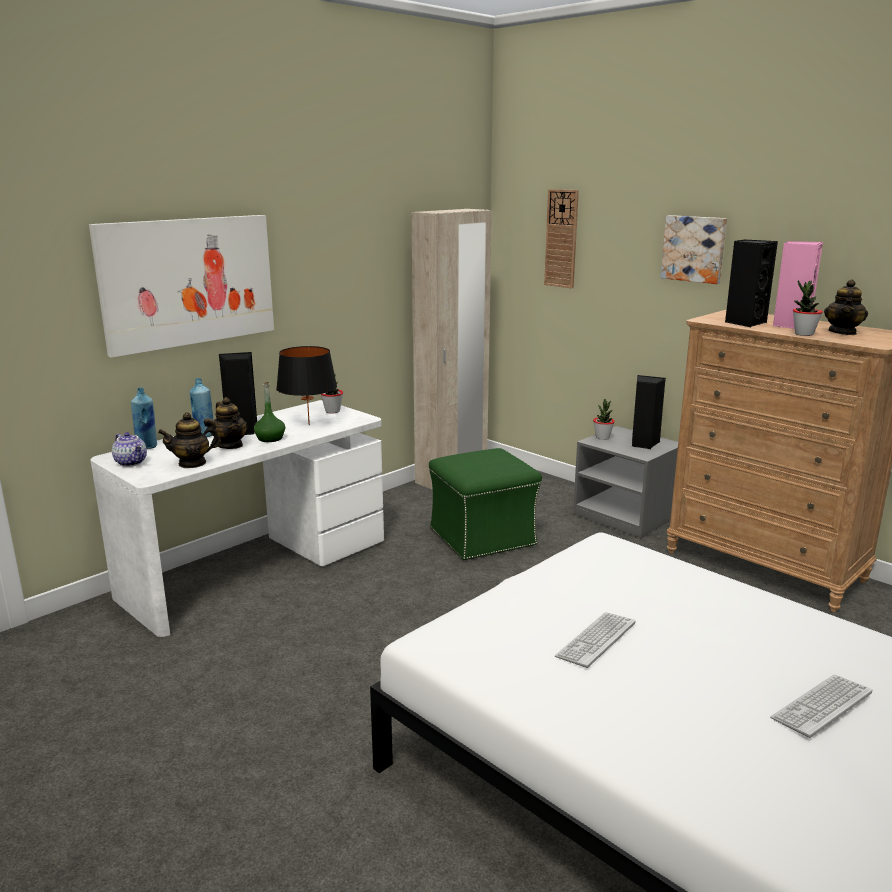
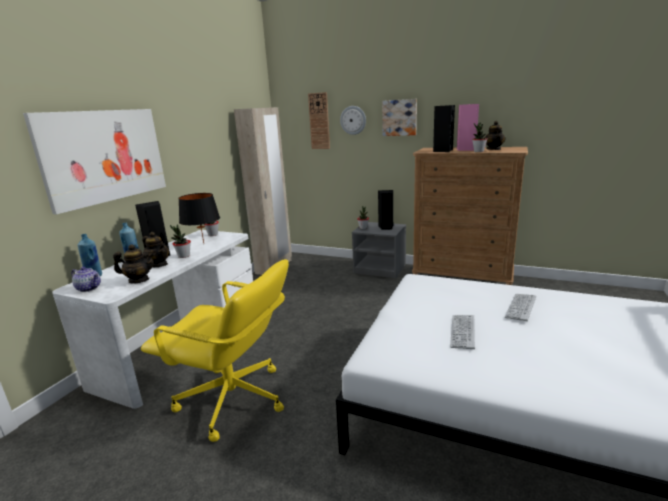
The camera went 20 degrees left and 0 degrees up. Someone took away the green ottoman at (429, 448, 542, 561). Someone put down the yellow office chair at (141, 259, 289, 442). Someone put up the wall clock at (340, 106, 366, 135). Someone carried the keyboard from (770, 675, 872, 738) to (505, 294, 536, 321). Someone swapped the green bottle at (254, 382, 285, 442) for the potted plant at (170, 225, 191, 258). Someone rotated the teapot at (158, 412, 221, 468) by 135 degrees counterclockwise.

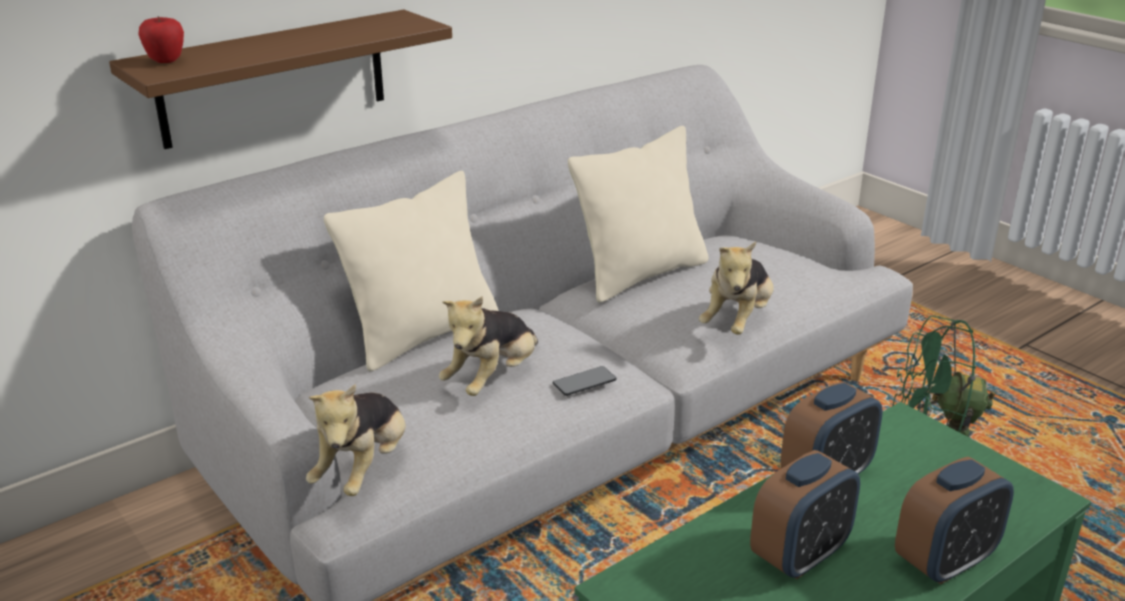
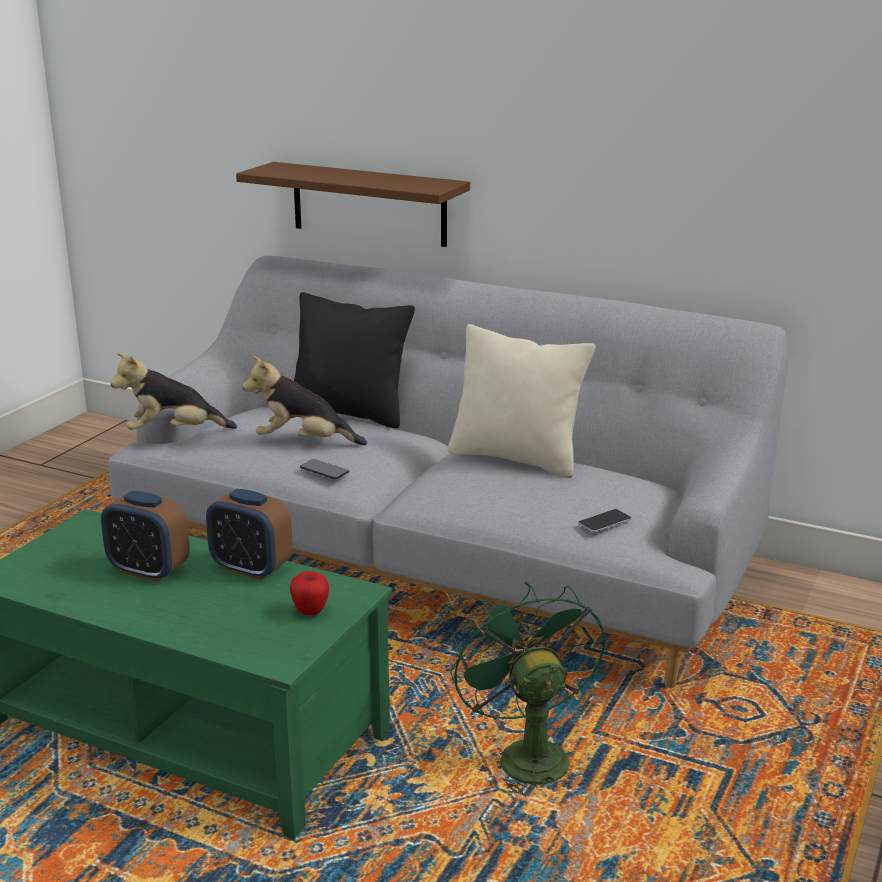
The camera went 65 degrees right and 5 degrees down. Someone took away the plush toy at (699, 242, 774, 335). Someone took away the alarm clock at (895, 457, 1014, 584). Someone put down the phone at (578, 509, 632, 532). Someone carried the apple from (138, 16, 184, 63) to (290, 571, 329, 615). Someone repainted the beige pillow at (324, 171, 499, 371), which became the black pillow at (294, 292, 415, 428).

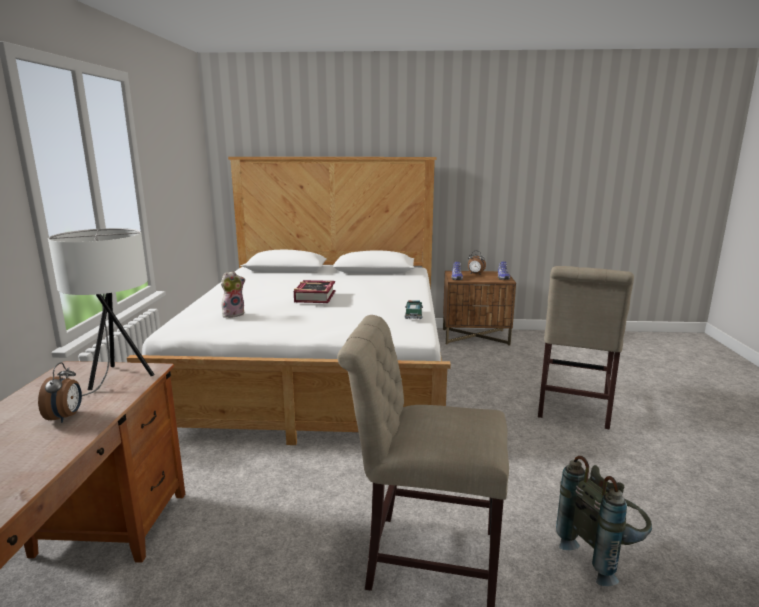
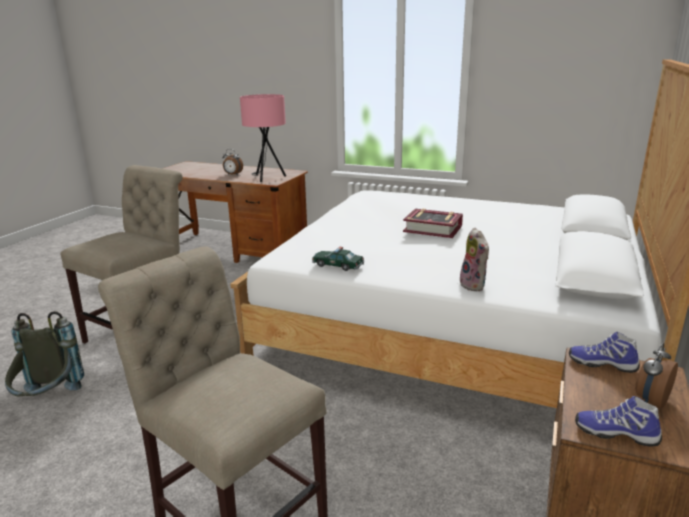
The camera went 110 degrees right and 5 degrees up. Someone carried the plush toy from (221, 271, 245, 318) to (460, 228, 489, 291). Someone repainted the white table lamp at (48, 228, 154, 396), which became the pink table lamp at (240, 94, 286, 182).

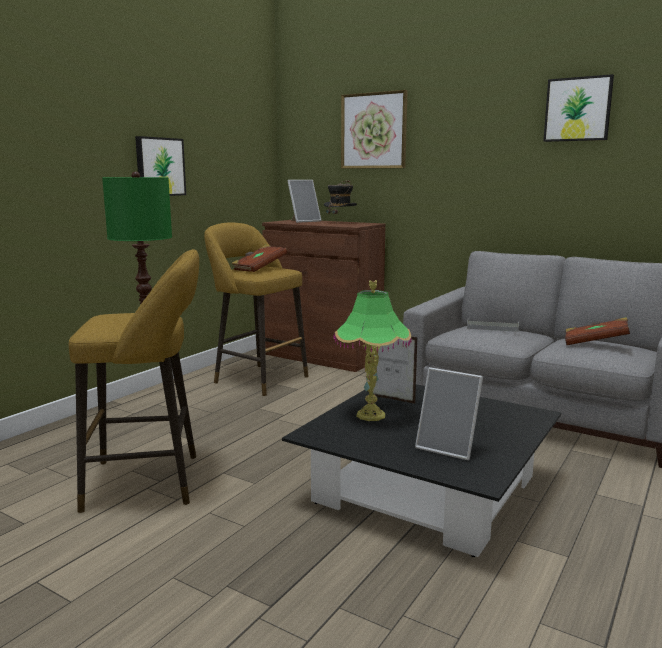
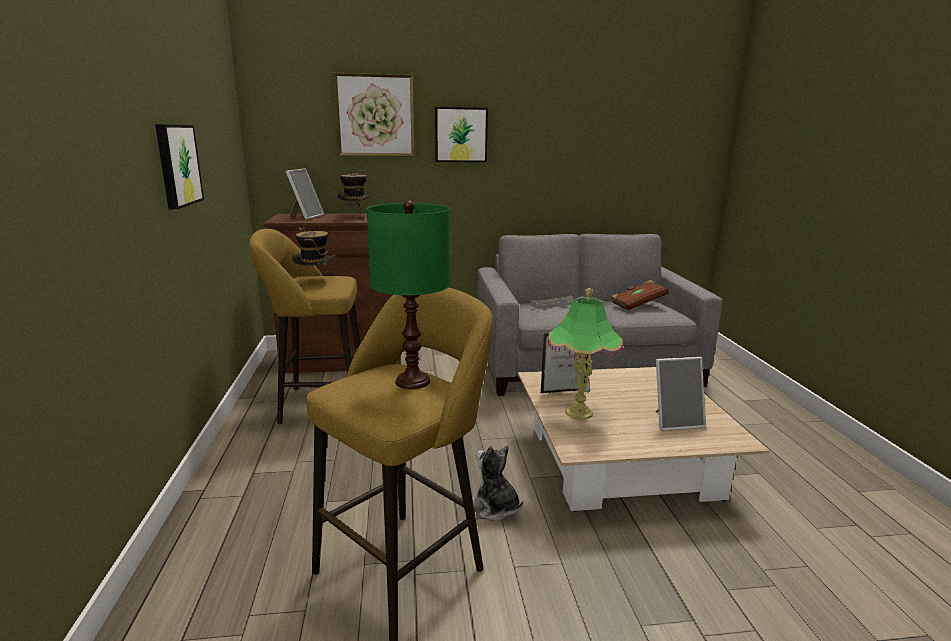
The camera went 40 degrees left and 5 degrees up. Someone put down the plush toy at (472, 445, 523, 521). Someone carried the picture from (543, 74, 614, 142) to (435, 107, 488, 162). Someone swapped the brown book at (232, 245, 288, 272) for the hat at (292, 227, 335, 276). Someone repainted the black coffee table at (282, 384, 561, 557), which became the beige coffee table at (518, 367, 770, 512).

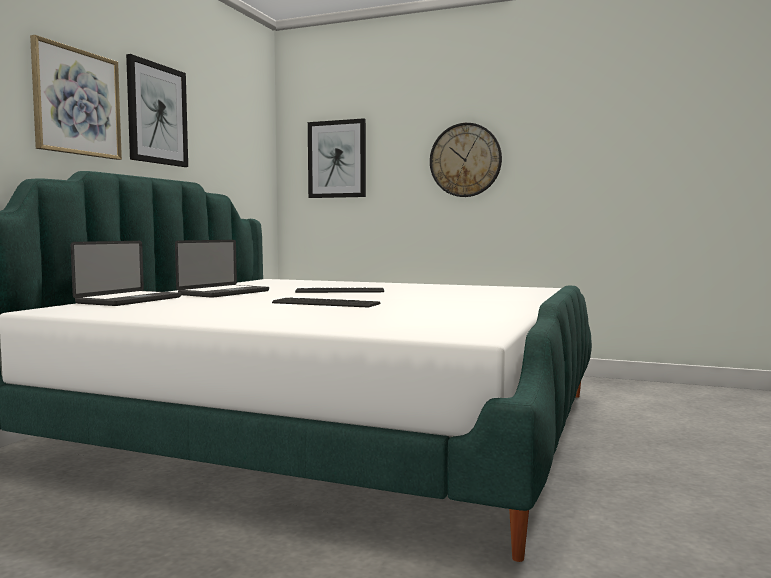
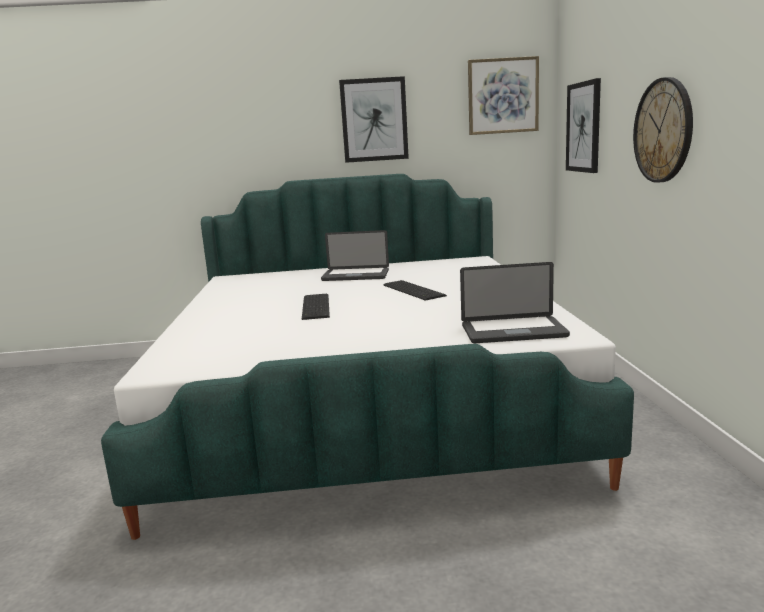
The camera went 65 degrees right and 10 degrees up. Someone carried the picture from (30, 35, 122, 160) to (468, 56, 539, 135). Someone carried the laptop from (71, 241, 181, 306) to (460, 262, 570, 343).

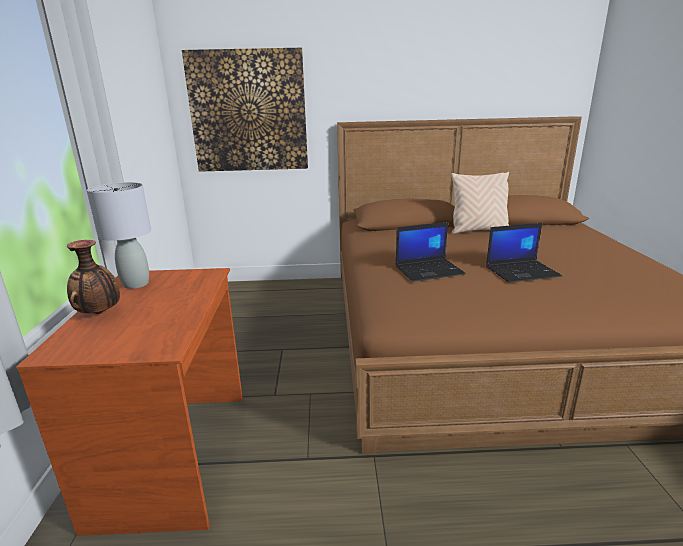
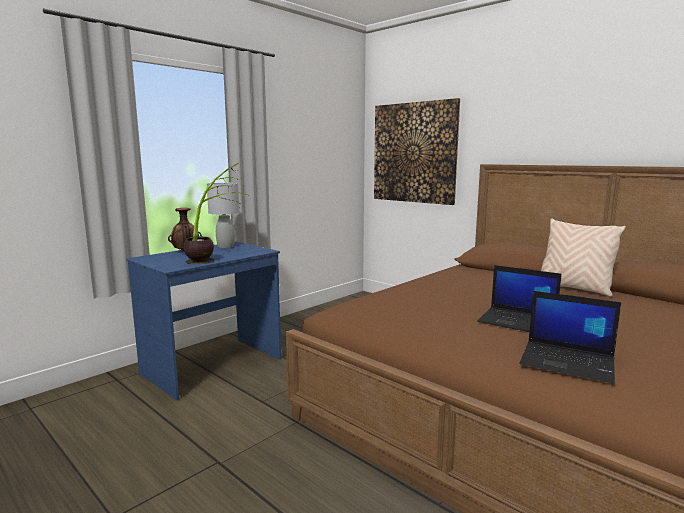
The camera went 45 degrees right and 10 degrees down. Someone put down the potted plant at (184, 163, 247, 264). Someone carried the laptop from (396, 222, 466, 282) to (519, 291, 621, 383). Someone repainted the brown desk at (16, 268, 243, 536), which became the blue desk at (126, 242, 281, 401).

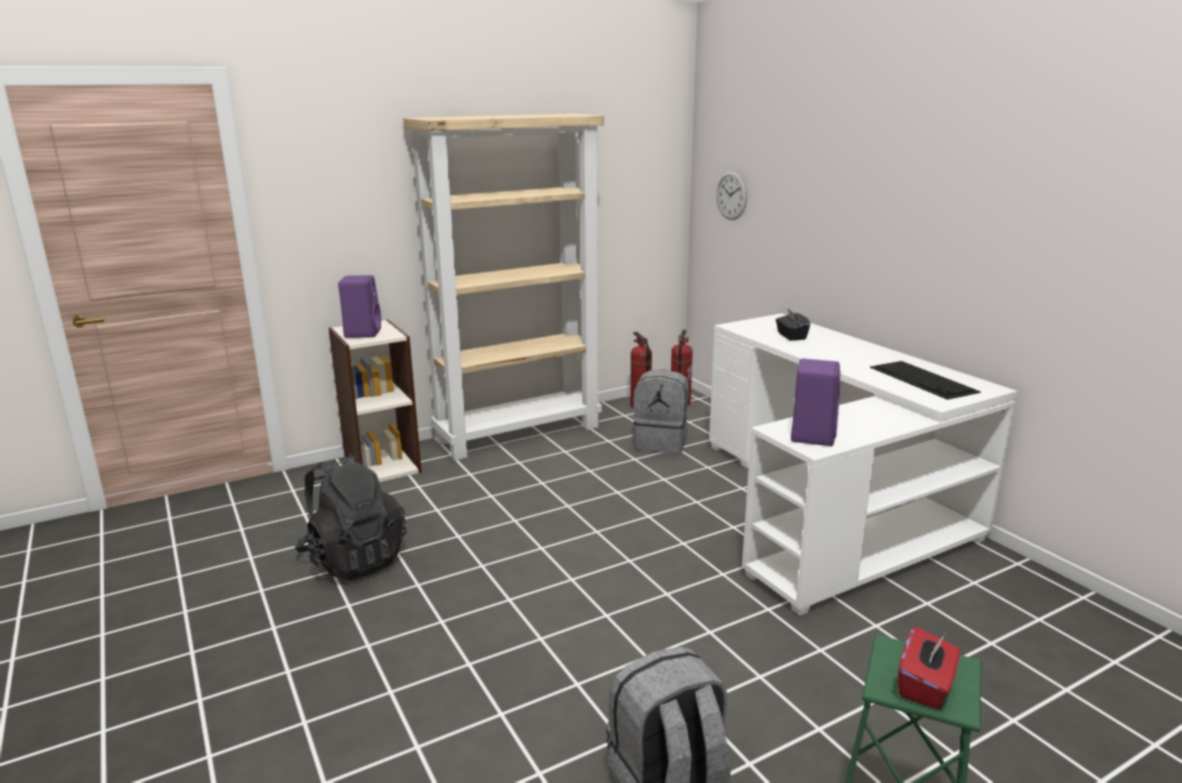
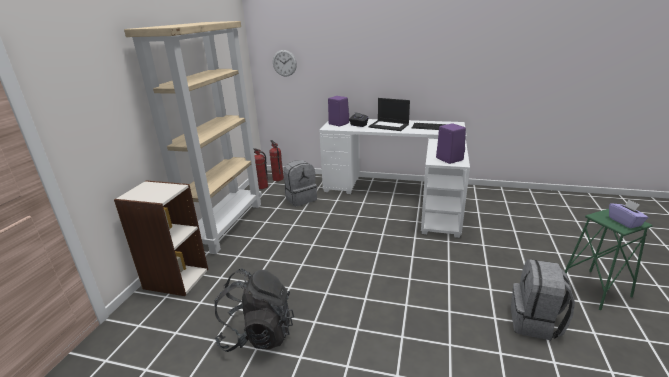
The camera went 45 degrees left and 5 degrees up. Someone put down the laptop at (369, 98, 410, 131). Someone carried the purple speaker from (338, 275, 381, 338) to (328, 96, 349, 126). Someone repainted the red tissue box at (898, 626, 960, 709), which became the purple tissue box at (609, 199, 648, 228).

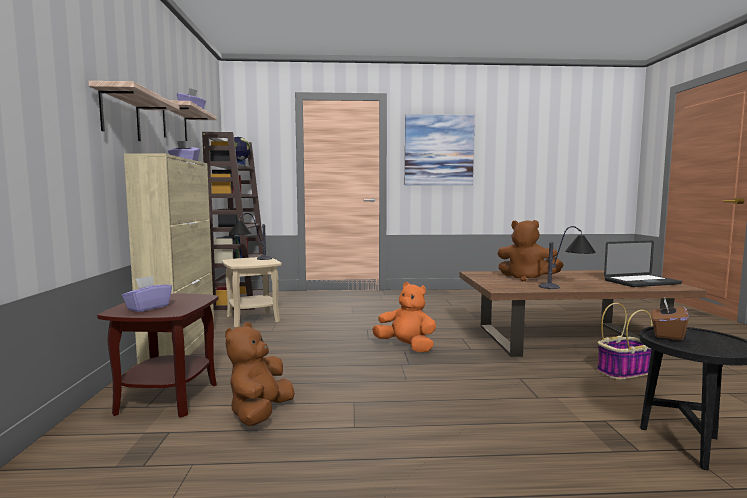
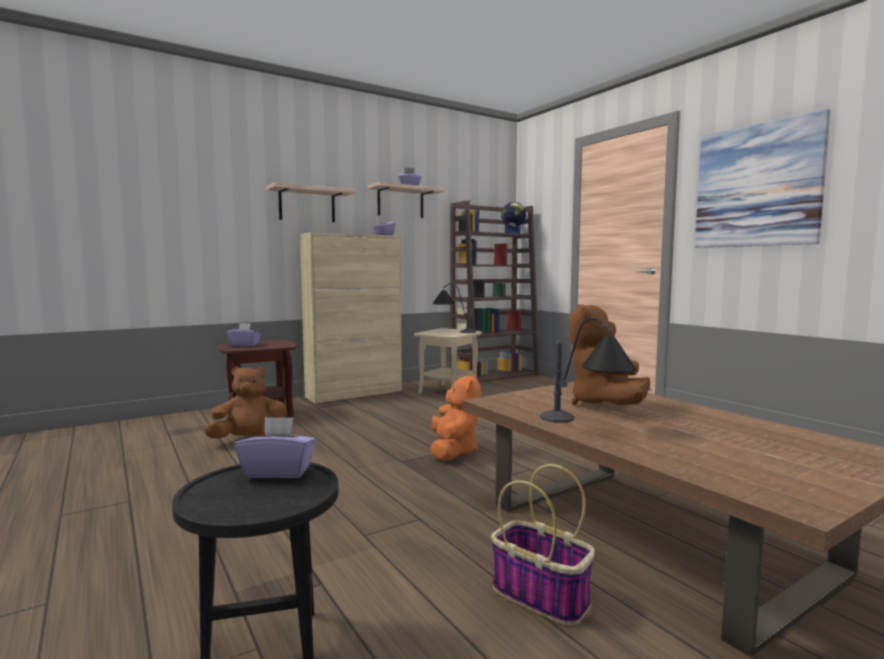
The camera went 60 degrees right and 0 degrees up. Someone took away the laptop at (604, 241, 682, 287). Someone repainted the brown tissue box at (651, 299, 689, 340), which became the purple tissue box at (235, 417, 316, 478).

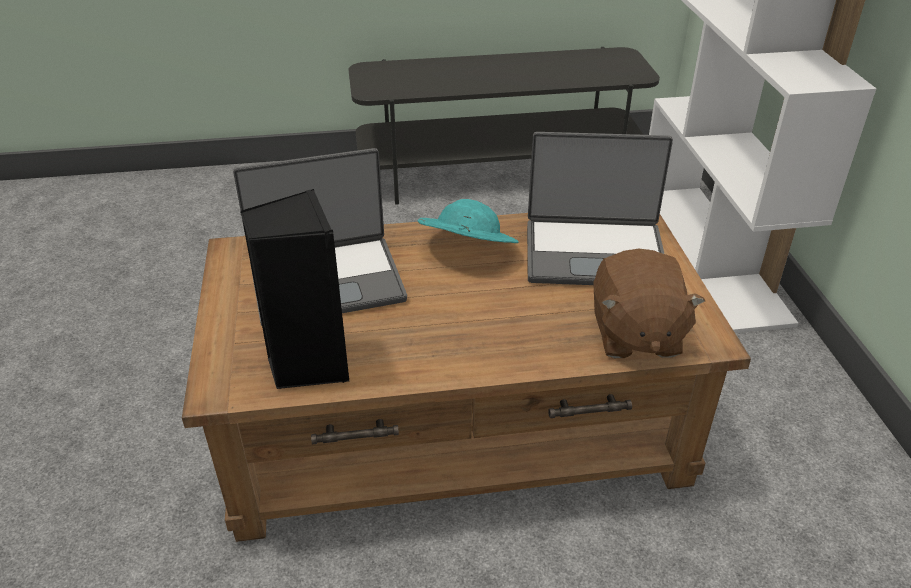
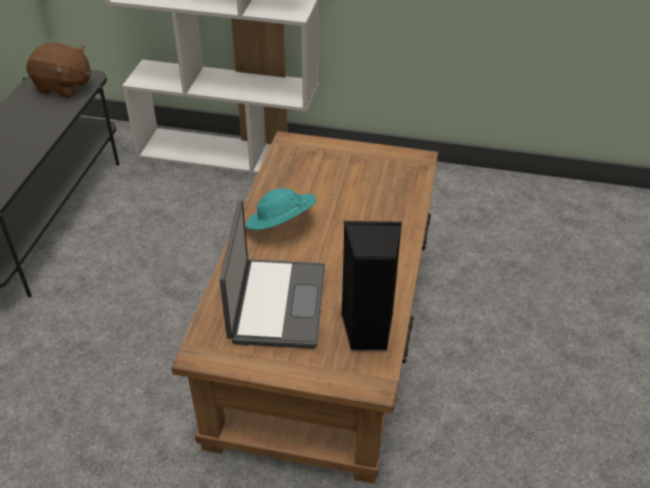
The camera went 70 degrees left and 5 degrees up. Someone took away the laptop at (527, 132, 673, 285). Someone carried the brown plush toy from (593, 249, 705, 358) to (26, 42, 91, 98).

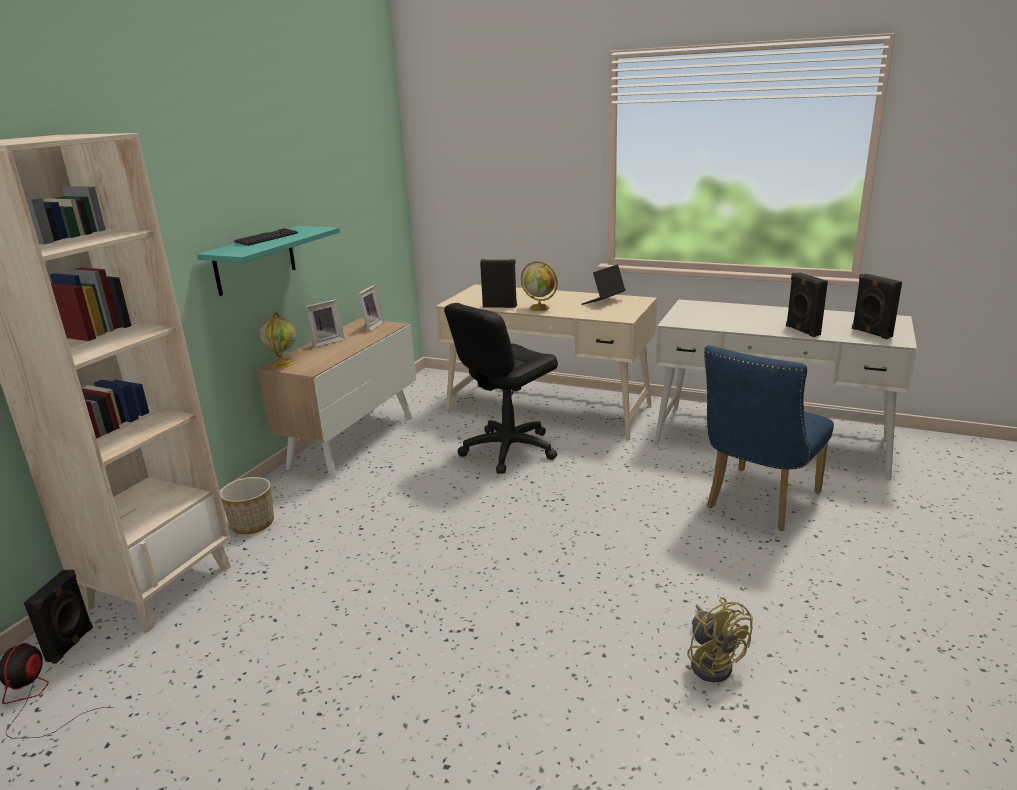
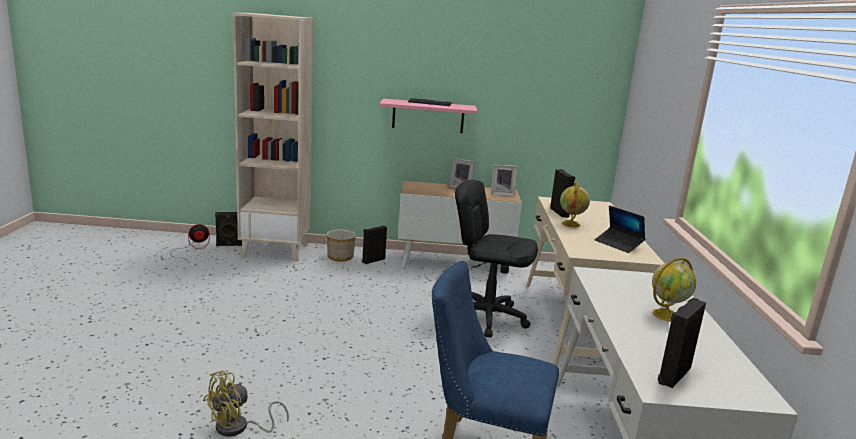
The camera went 65 degrees right and 5 degrees down. Someone carried the globe from (259, 312, 296, 368) to (652, 257, 696, 322). Someone carried the black speaker from (786, 272, 828, 337) to (362, 225, 387, 264). Someone repainted the turquoise shelf at (197, 226, 340, 296), which became the pink shelf at (380, 99, 477, 133). Someone rotated the laptop at (581, 264, 626, 305) by 150 degrees counterclockwise.

